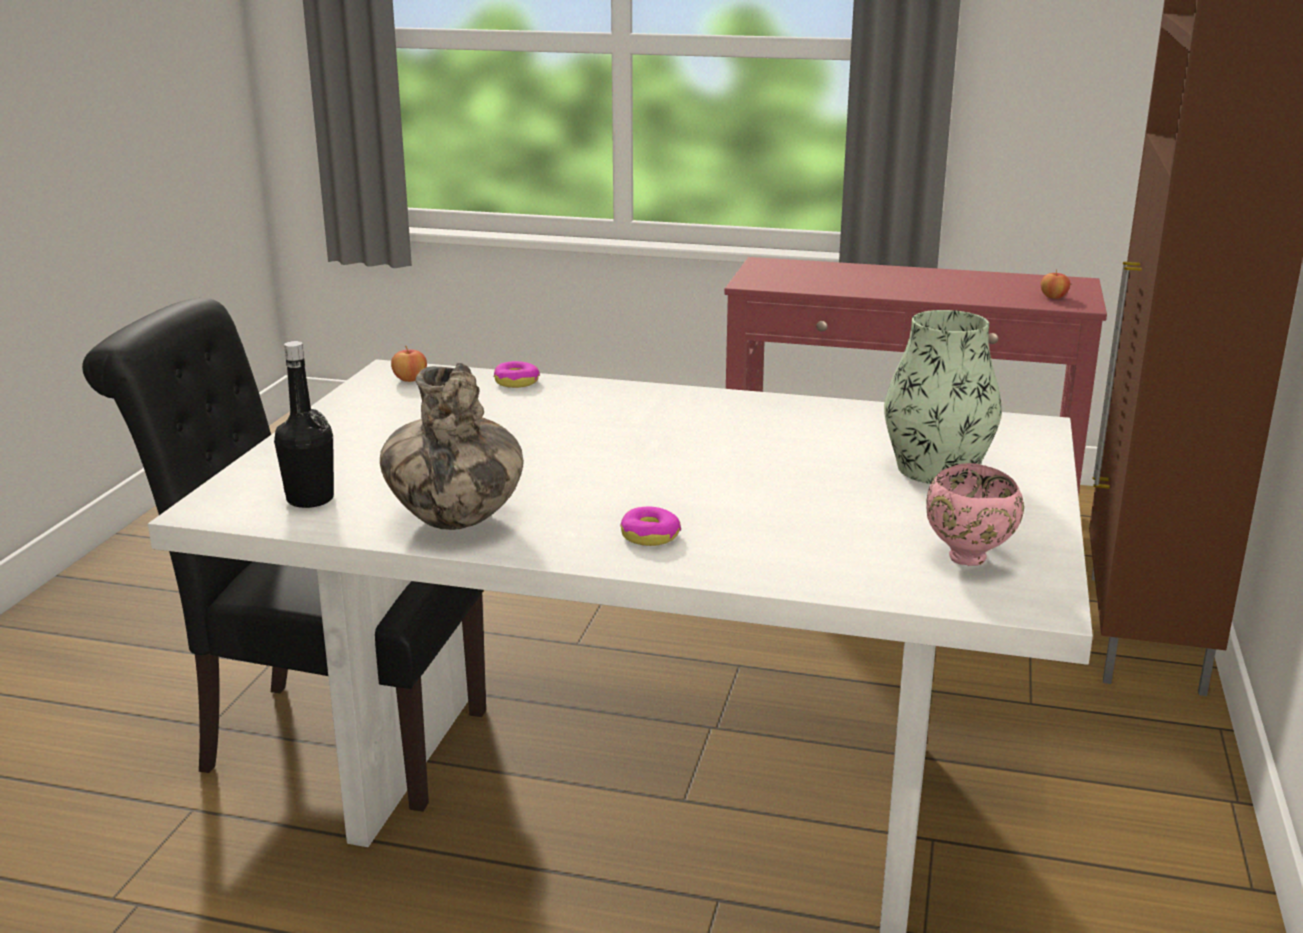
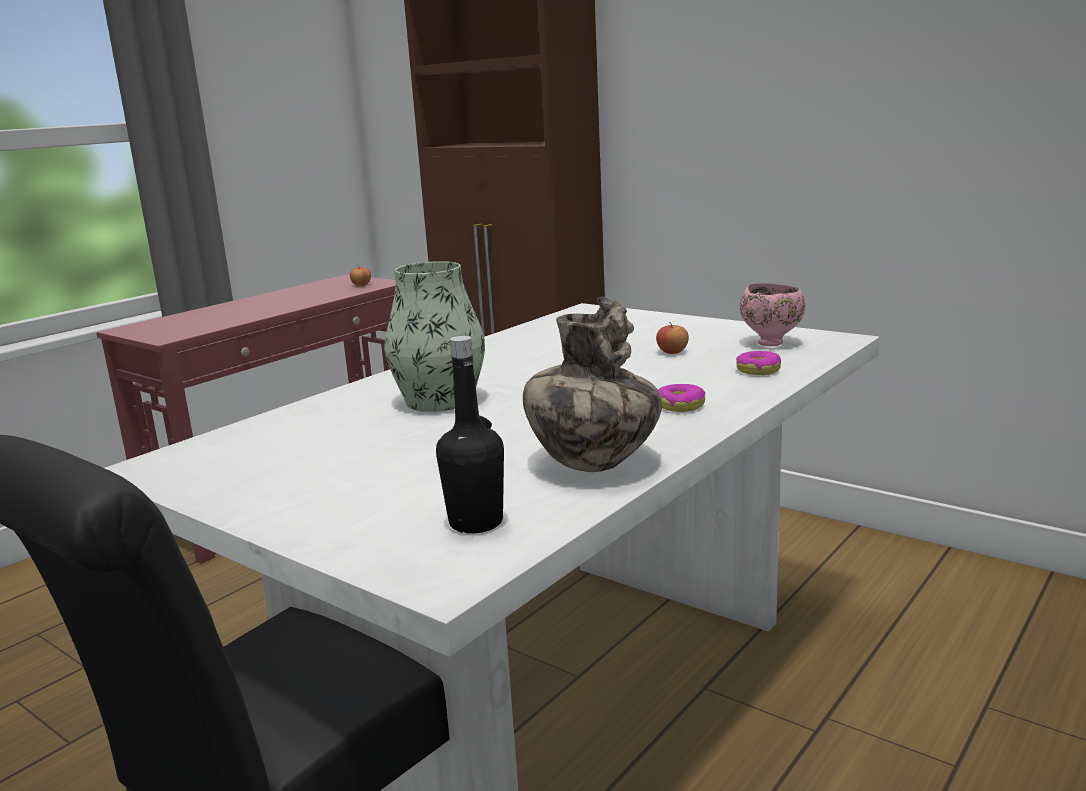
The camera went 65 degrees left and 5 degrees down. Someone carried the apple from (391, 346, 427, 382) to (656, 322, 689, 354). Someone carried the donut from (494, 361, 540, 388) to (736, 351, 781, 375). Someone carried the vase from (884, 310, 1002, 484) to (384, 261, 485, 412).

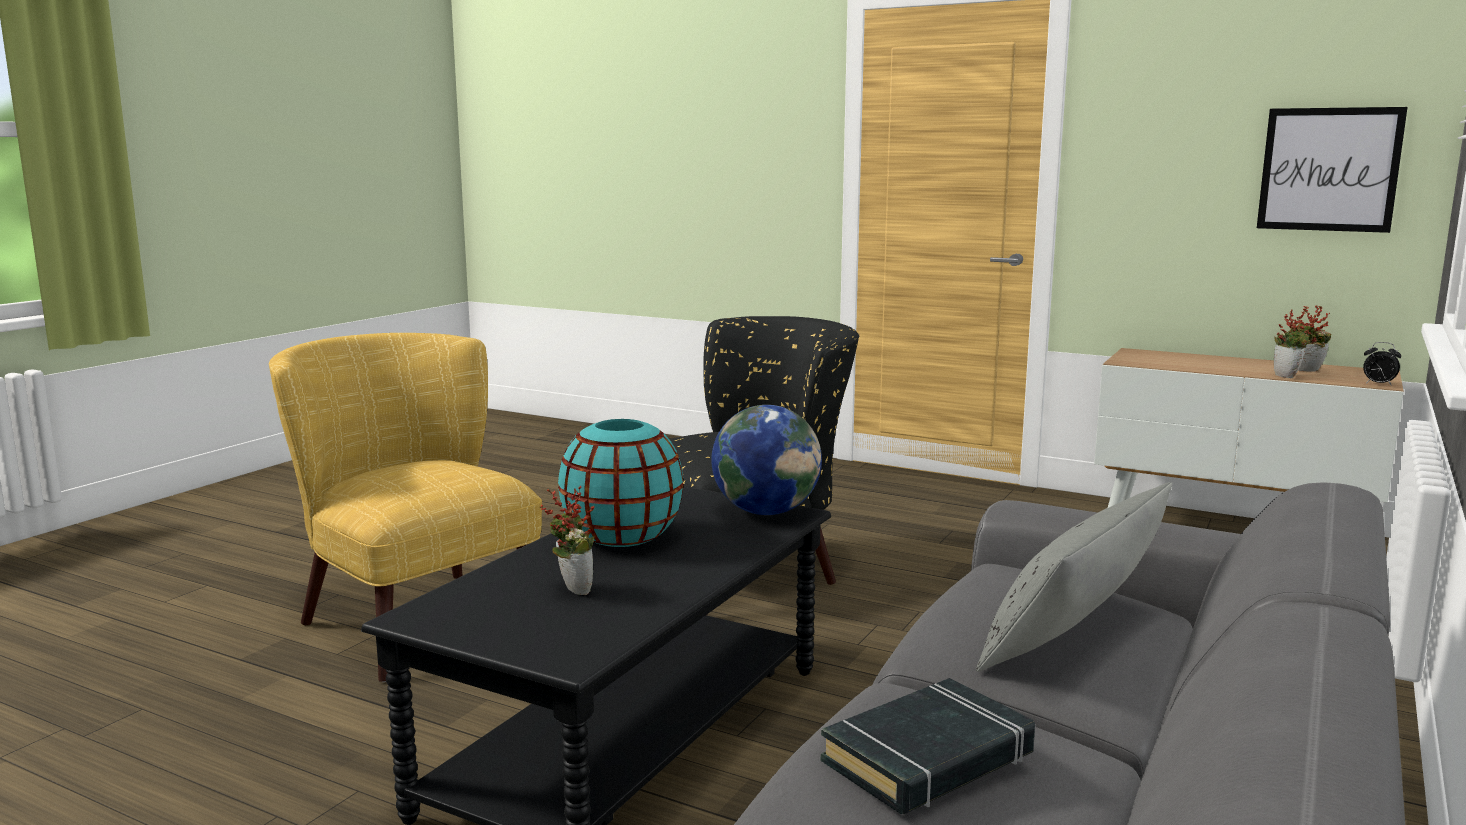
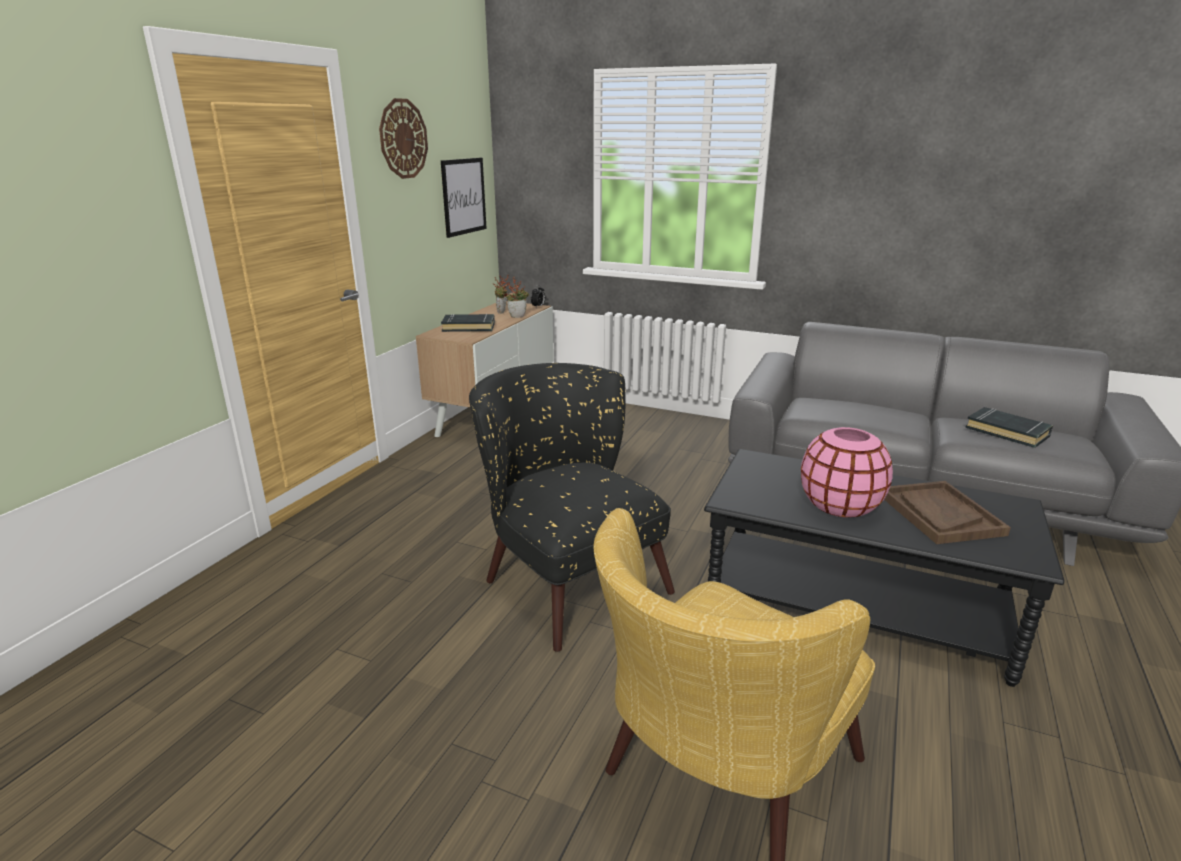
The camera went 95 degrees left and 10 degrees up. Someone took away the globe at (711, 405, 822, 515). Someone took away the grey pillow at (976, 482, 1172, 672). Someone put up the wall clock at (379, 98, 428, 179). Someone put down the black book at (441, 314, 495, 332). Someone swapped the potted plant at (539, 486, 595, 595) for the brown tray at (884, 481, 1011, 544). Someone repainted the turquoise vase at (558, 419, 683, 547), which became the pink vase at (801, 427, 893, 517).

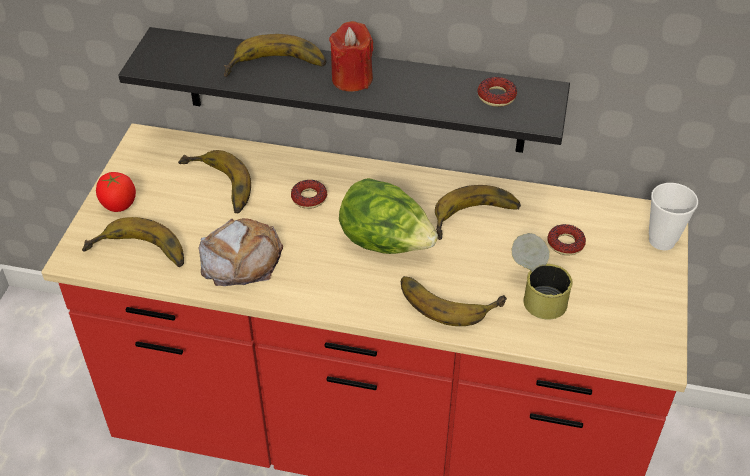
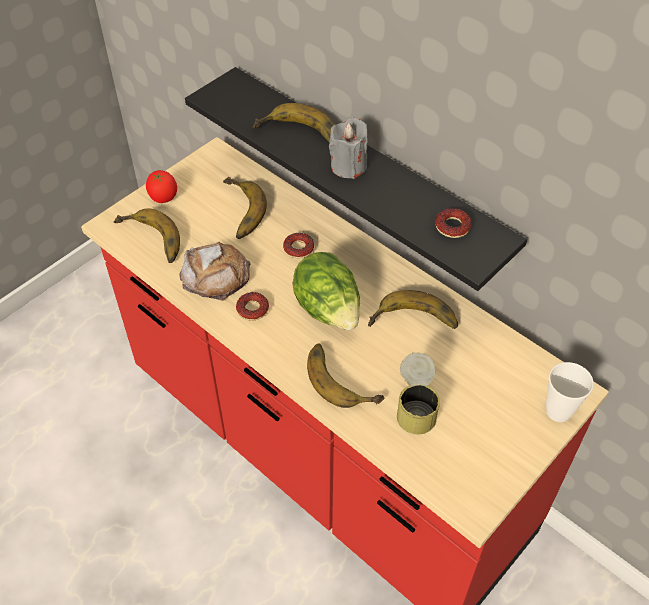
The camera went 30 degrees right and 5 degrees up. Someone carried the donut from (547, 224, 586, 255) to (236, 292, 269, 321). Someone repainted the red candle at (329, 21, 373, 92), which became the grey candle at (329, 118, 368, 179).

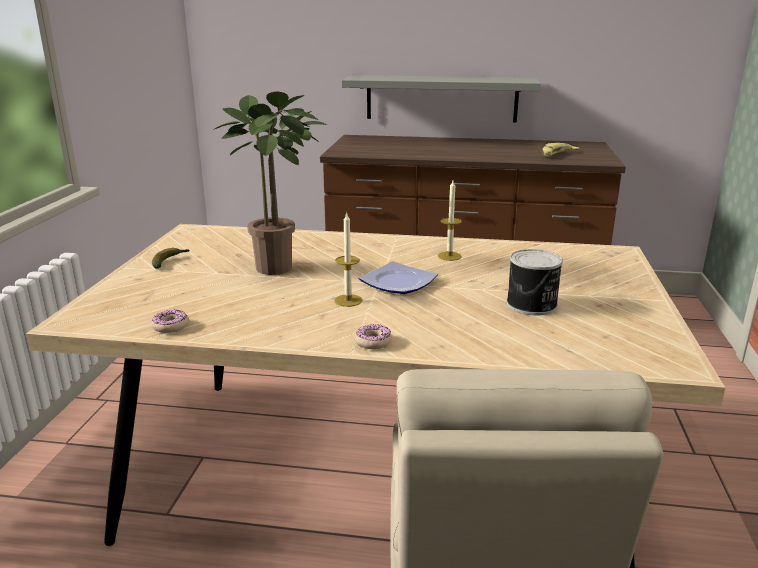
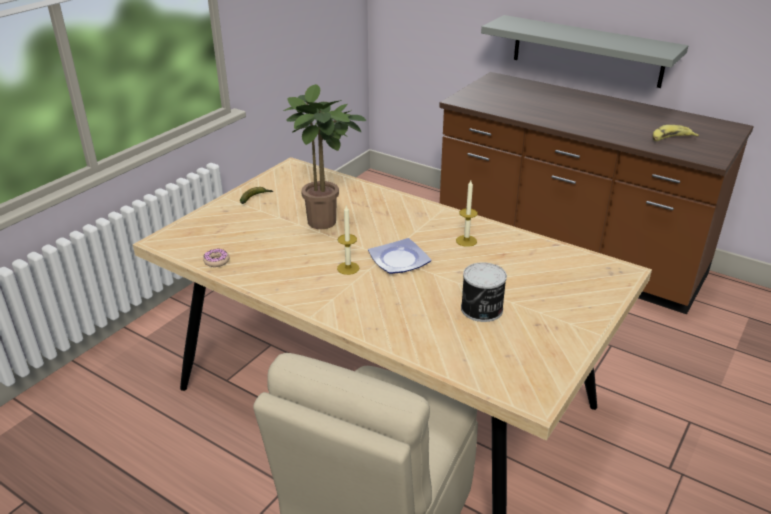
The camera went 25 degrees right and 10 degrees up. Someone took away the donut at (354, 324, 392, 349).

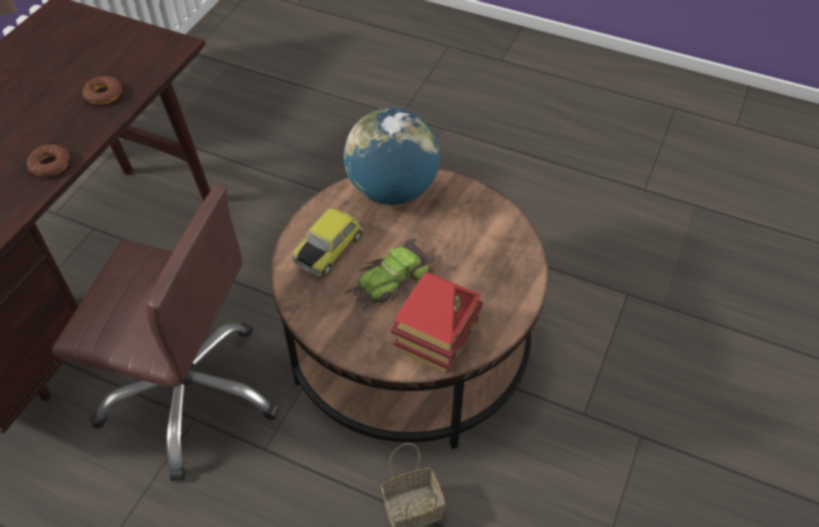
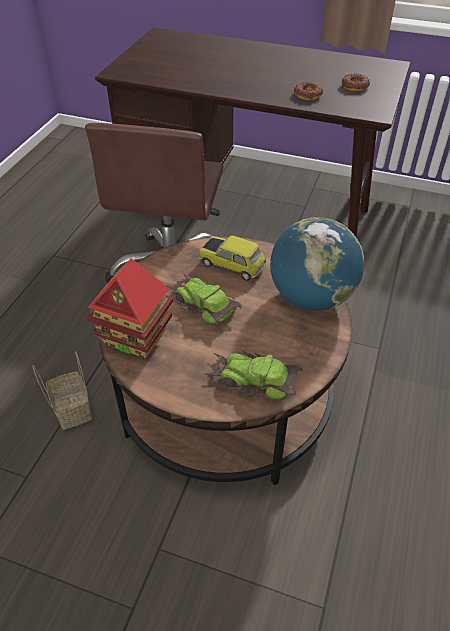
The camera went 85 degrees right and 5 degrees down. Someone put down the toy car at (204, 351, 303, 400). Someone carried the donut from (27, 144, 70, 177) to (342, 74, 370, 91).

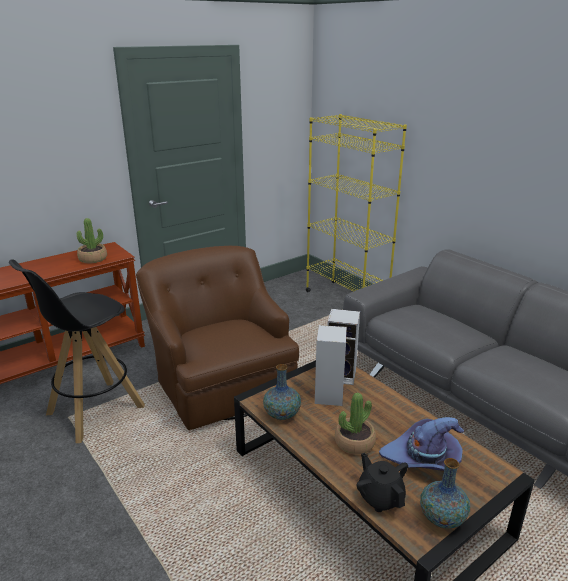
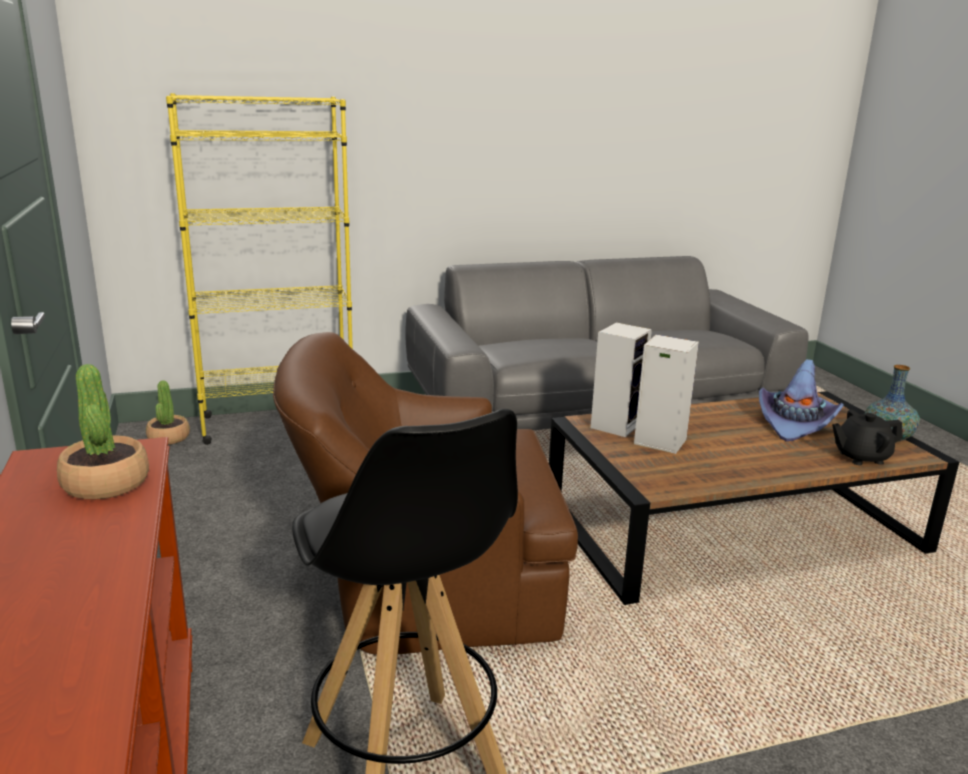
The camera went 70 degrees left and 5 degrees down. Someone took away the vase at (263, 364, 301, 420). Someone carried the potted plant from (335, 393, 376, 455) to (146, 380, 190, 445).

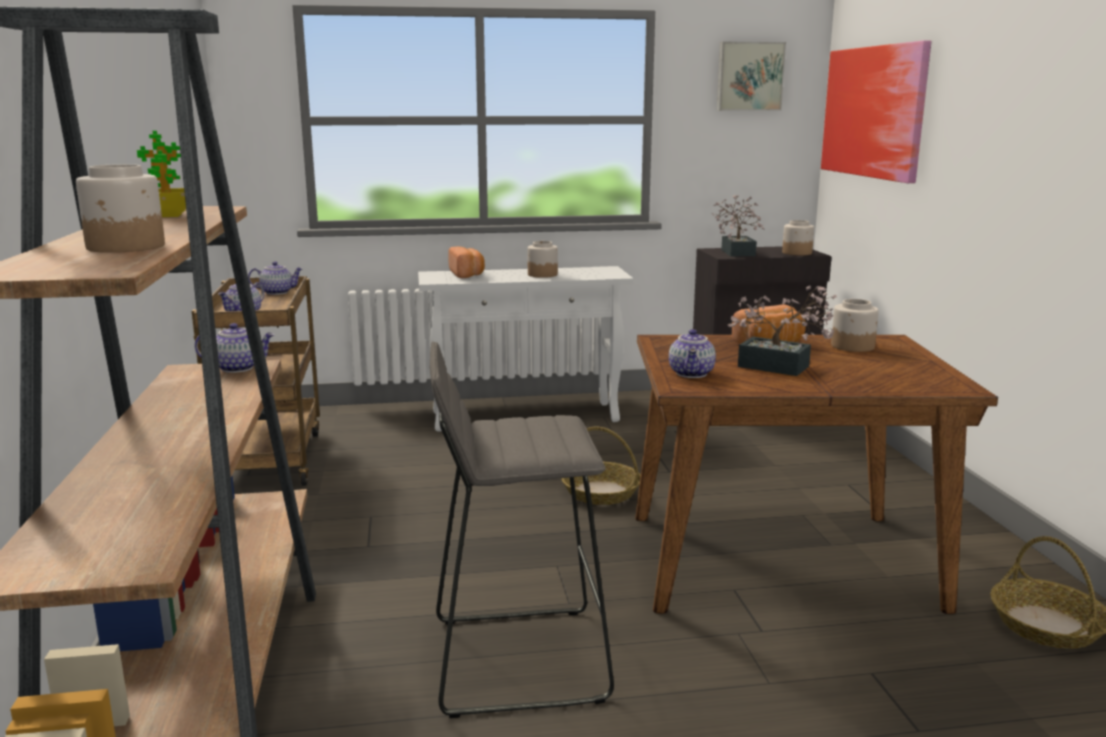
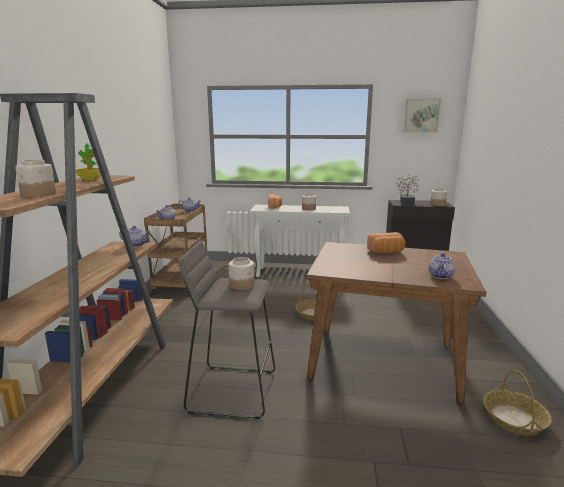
The camera went 15 degrees right and 0 degrees up. Someone took away the potted plant at (727, 285, 837, 376). Someone took away the picture at (821, 40, 931, 183). Someone carried the teapot from (669, 329, 716, 378) to (429, 253, 455, 279). Someone carried the jar from (831, 299, 879, 352) to (229, 257, 255, 290).

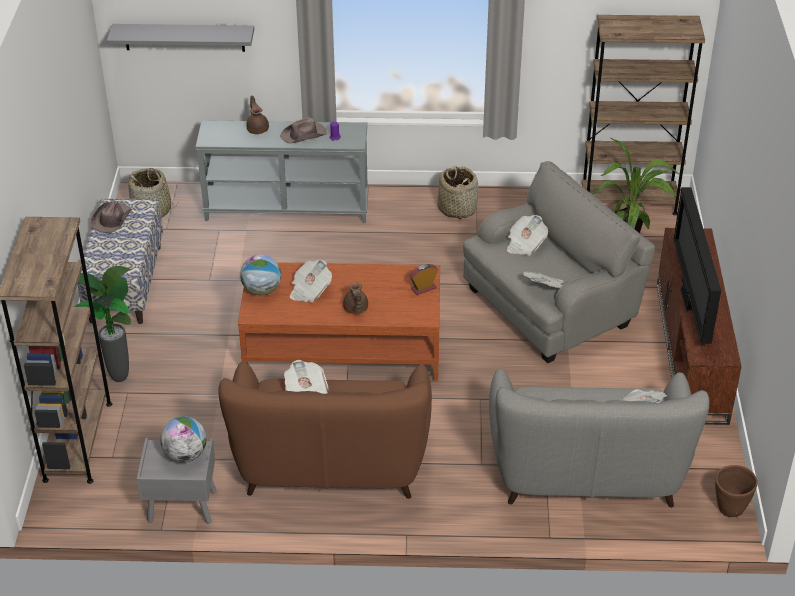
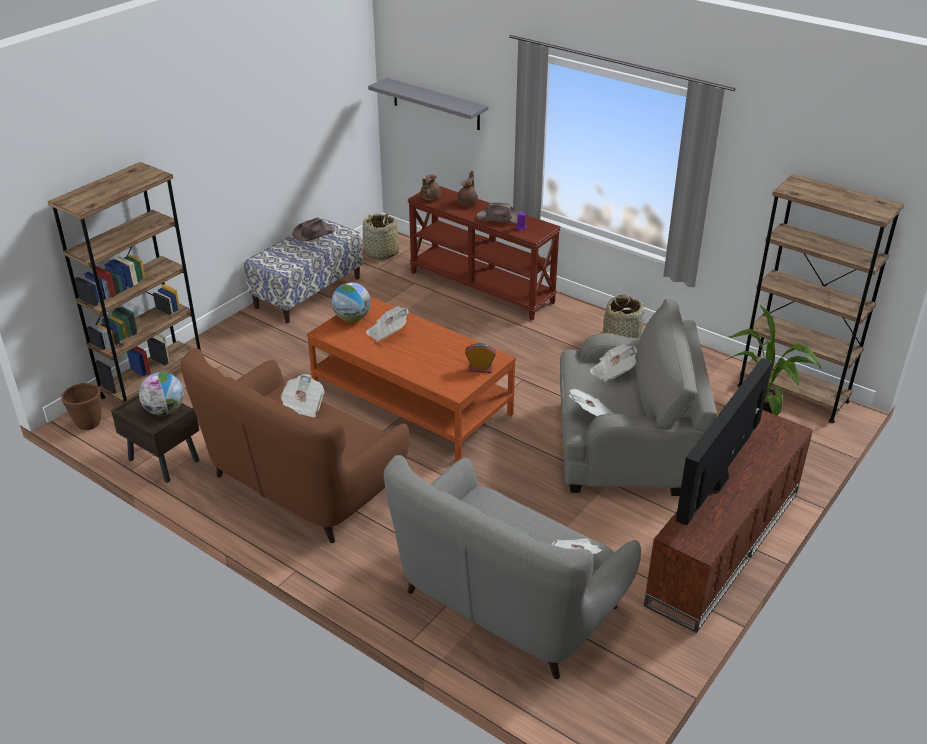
The camera went 35 degrees right and 5 degrees down. Someone took away the potted plant at (75, 266, 131, 382). Someone carried the brown teapot from (343, 282, 368, 314) to (420, 174, 441, 201). Someone carried the brown planter from (715, 465, 758, 517) to (61, 383, 102, 430). Someone repainted the grey nightstand at (137, 438, 216, 524), which became the brown nightstand at (111, 394, 199, 483). Someone repainted the grey console table at (195, 120, 369, 223), which became the brown console table at (407, 186, 561, 321).

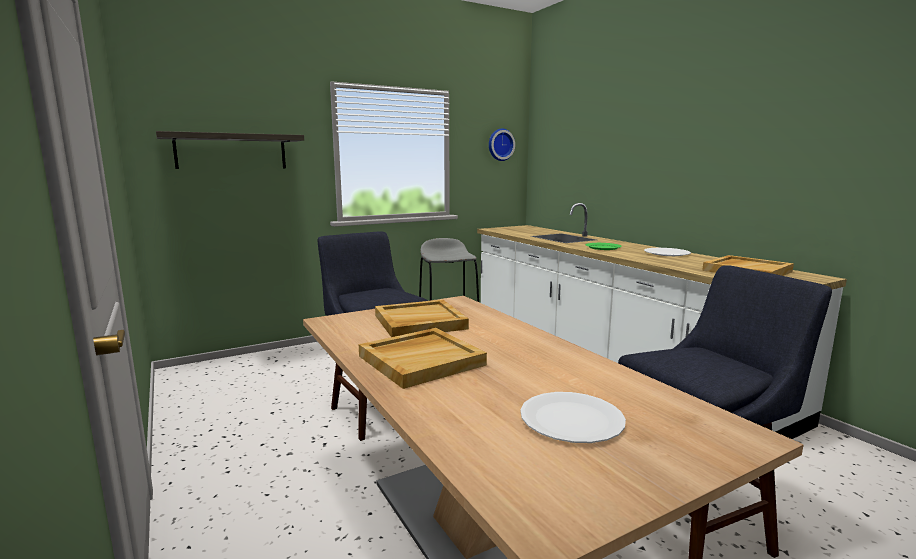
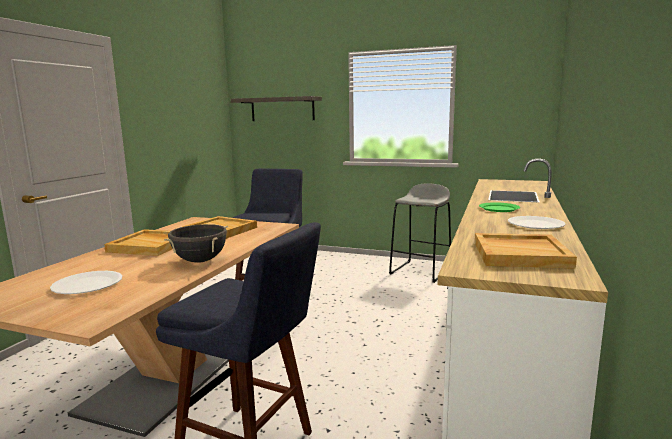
The camera went 50 degrees right and 0 degrees up. Someone took away the wall clock at (489, 129, 515, 161). Someone put down the black cooking pot at (164, 224, 228, 263).

